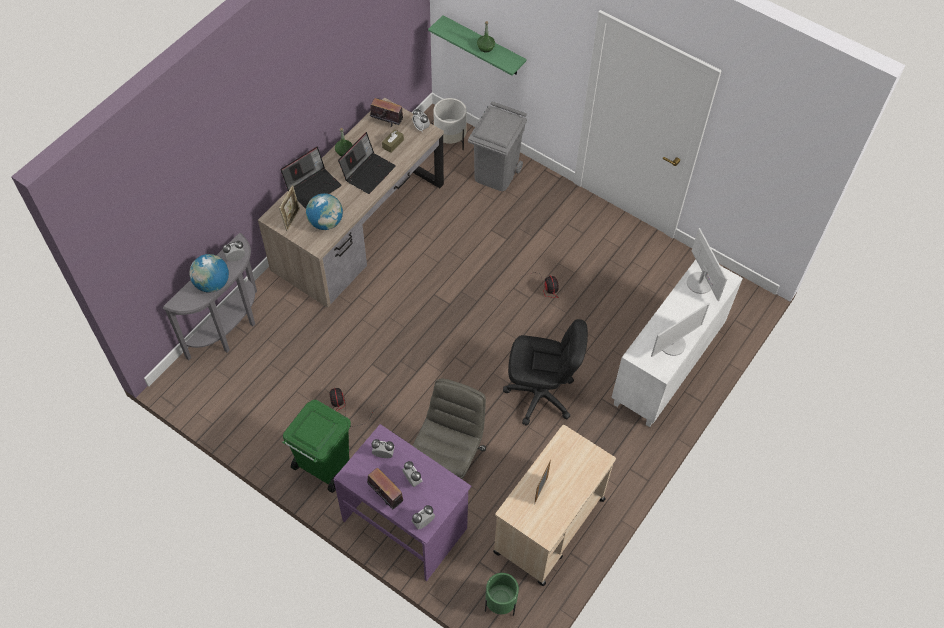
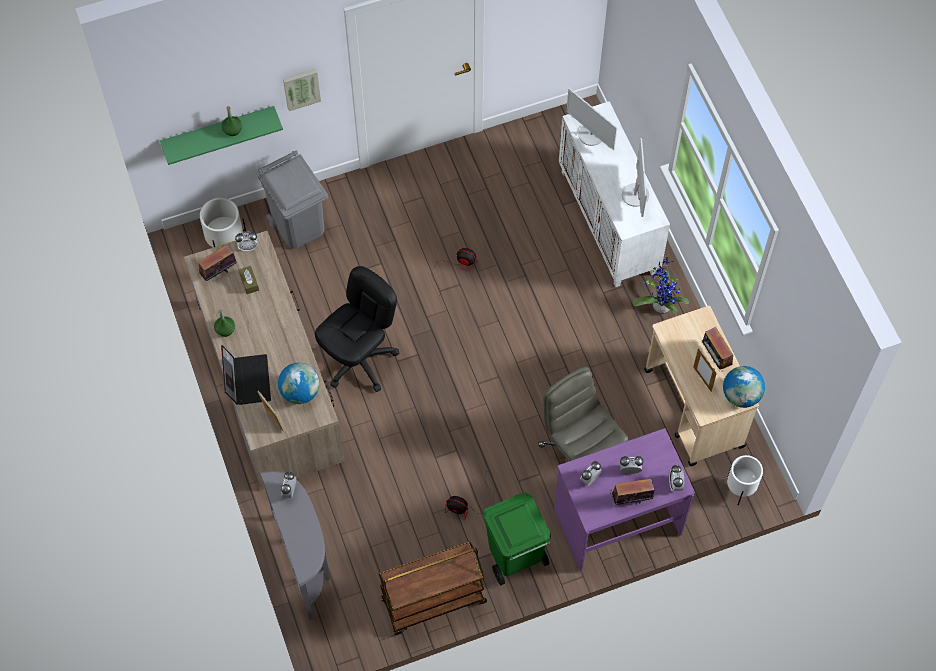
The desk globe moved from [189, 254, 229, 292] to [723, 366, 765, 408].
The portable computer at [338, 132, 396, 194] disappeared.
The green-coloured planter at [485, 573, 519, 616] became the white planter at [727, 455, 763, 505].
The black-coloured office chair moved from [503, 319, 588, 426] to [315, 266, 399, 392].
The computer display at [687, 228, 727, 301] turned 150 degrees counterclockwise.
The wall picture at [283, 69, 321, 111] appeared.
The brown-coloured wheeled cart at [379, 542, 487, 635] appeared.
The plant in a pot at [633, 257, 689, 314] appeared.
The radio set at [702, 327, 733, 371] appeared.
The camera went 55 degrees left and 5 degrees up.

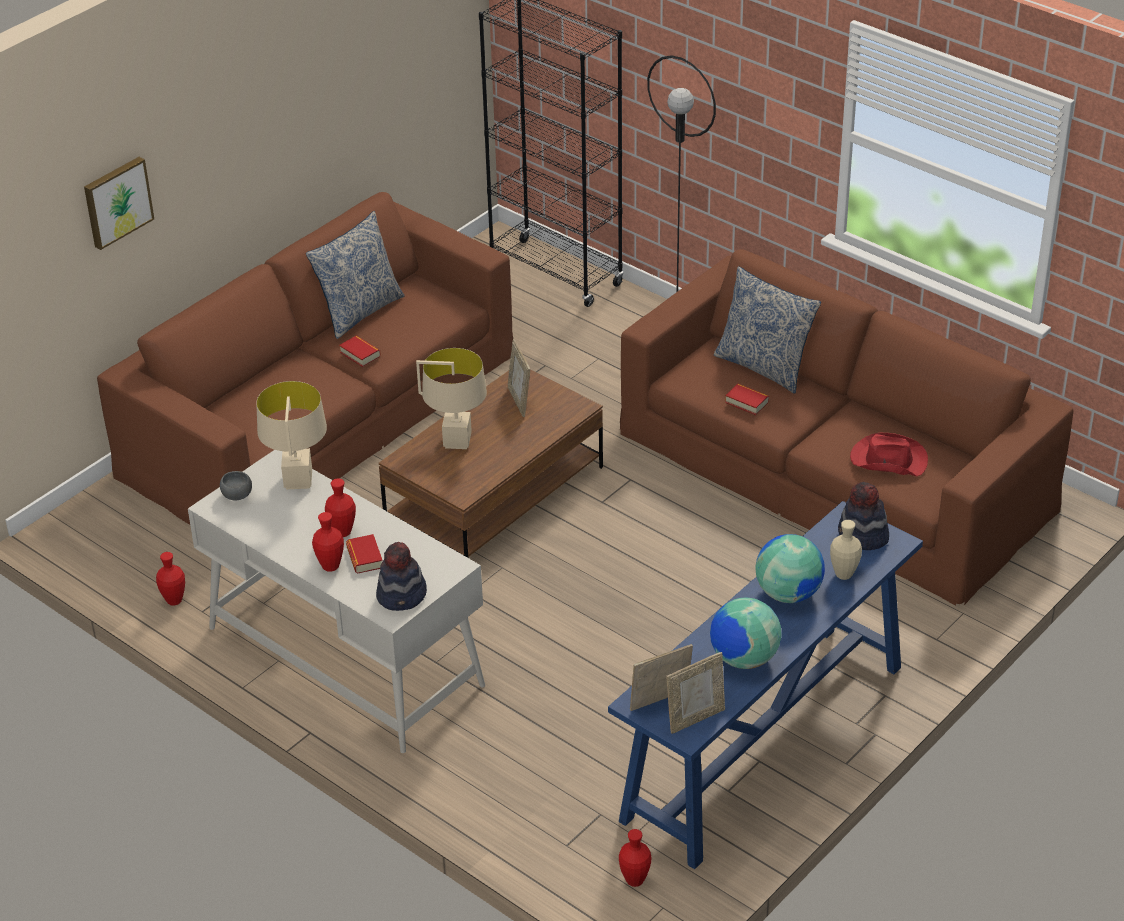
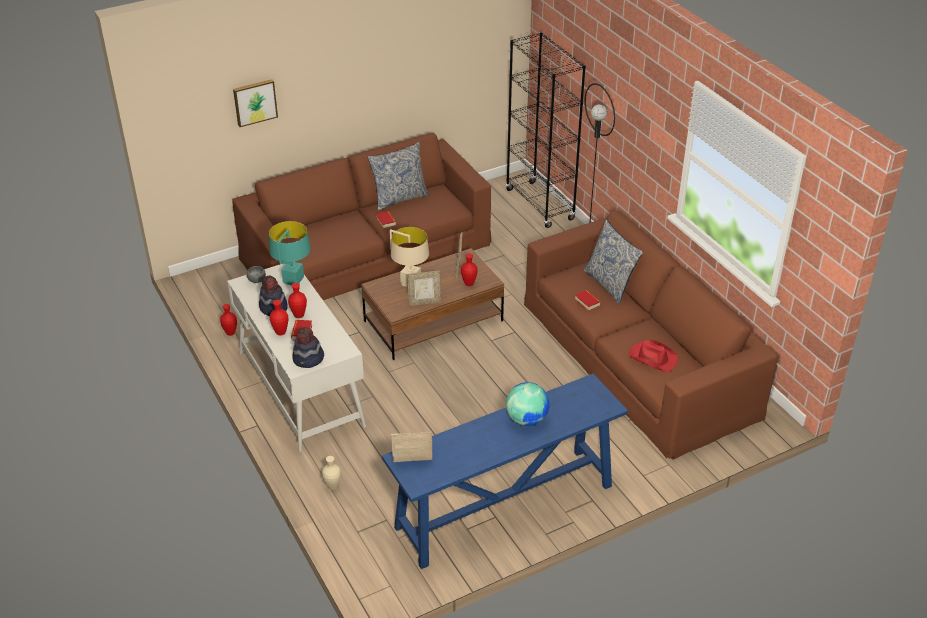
The sand-coloured table lamp at [256, 381, 327, 489] became the blue-green table lamp at [269, 221, 311, 285].
The red flower vase moved from [619, 829, 651, 887] to [461, 253, 478, 286].
The standing frame moved from [667, 652, 725, 734] to [407, 271, 441, 306].
The desk globe at [710, 598, 782, 669] disappeared.
The sand-coloured flower vase moved from [830, 520, 862, 580] to [322, 456, 341, 490].
The clothing hat moved from [838, 482, 889, 550] to [259, 276, 288, 316].
The camera went 20 degrees right and 0 degrees up.

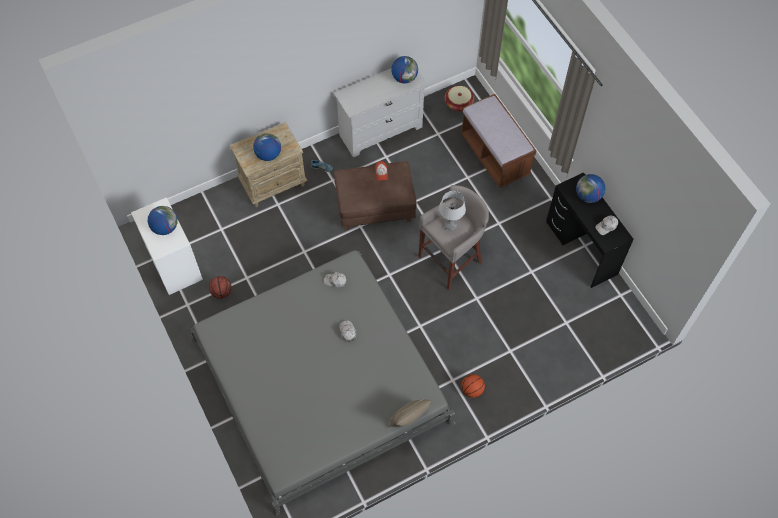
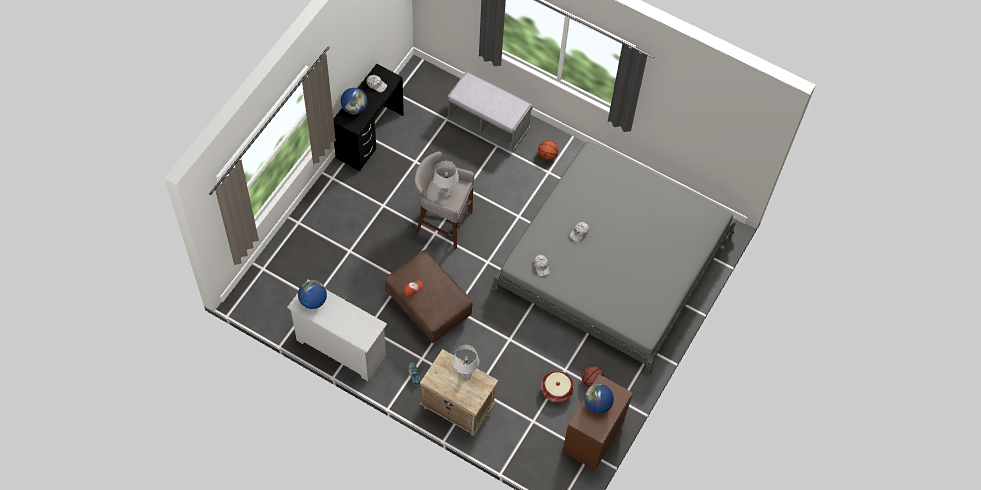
The white chest of drawers at [131, 197, 203, 295] became the brown-coloured chest of drawers at [562, 374, 633, 471].
The desk globe at [253, 133, 281, 161] was replaced by the gray table lamp at [452, 345, 479, 380].
The sand-coloured pillow at [388, 399, 432, 427] disappeared.
The basket moved from [444, 85, 474, 112] to [541, 371, 574, 402].
The brown-coloured indoor bench at [460, 94, 536, 188] disappeared.
The gray indoor bench at [447, 71, 533, 152] appeared.
The camera went 125 degrees left and 0 degrees up.

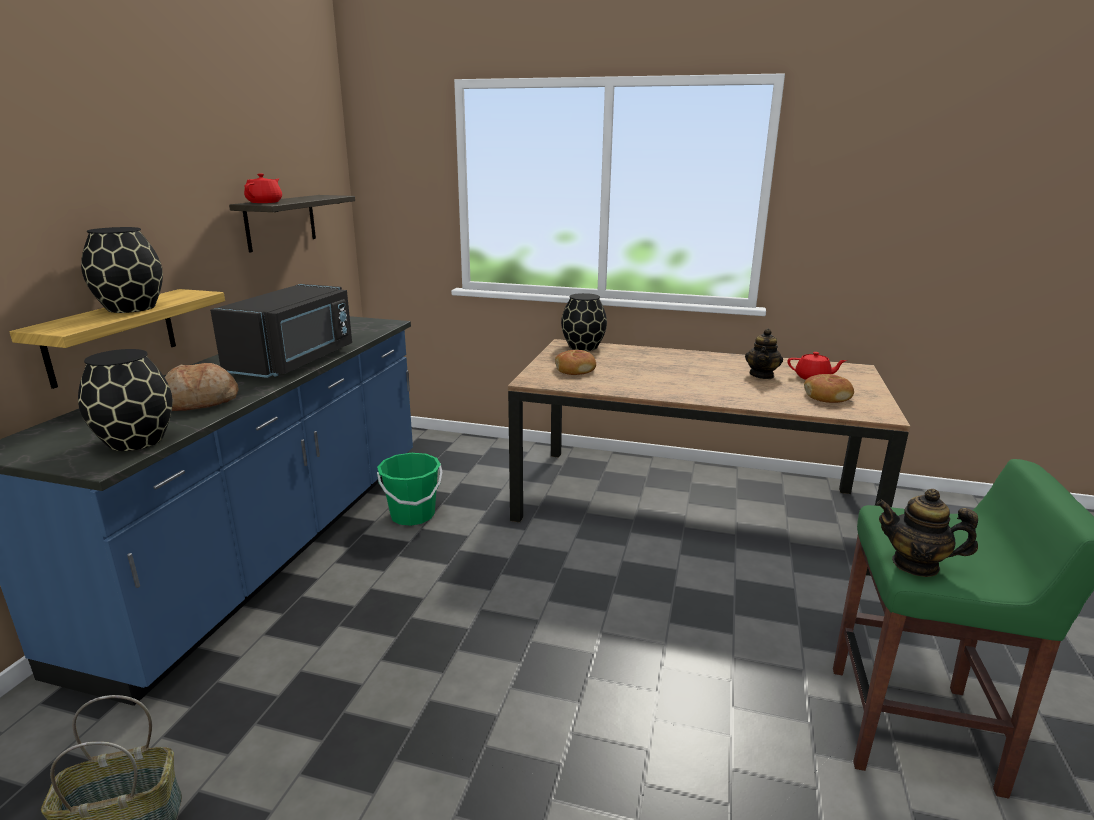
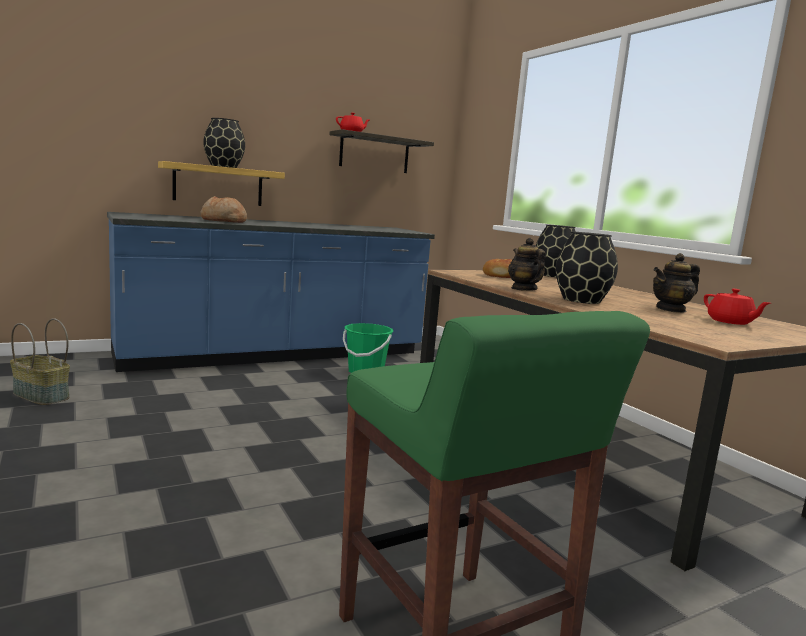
The black-coloured flower vase moved from [78, 349, 172, 451] to [556, 232, 618, 304].
The black-coloured microwave at [210, 284, 352, 378] disappeared.
The baked bread at [804, 374, 854, 403] disappeared.
The pot for tea moved from [876, 489, 978, 577] to [508, 238, 546, 291].
The camera went 45 degrees right and 10 degrees down.

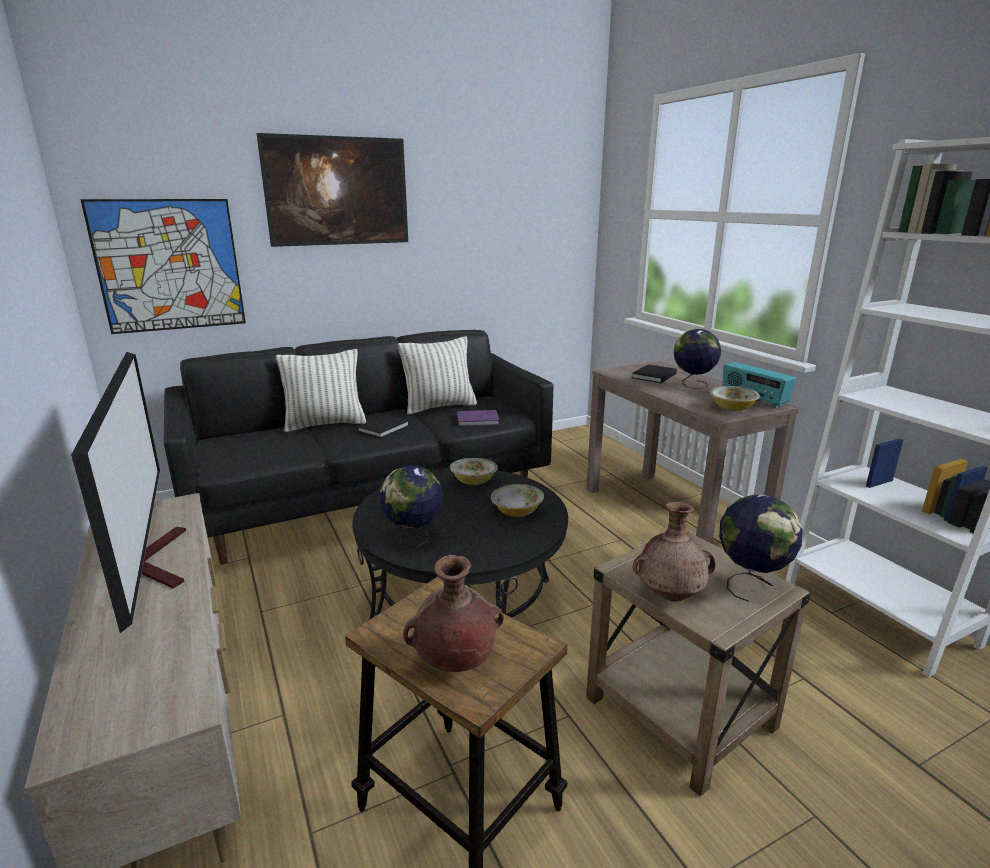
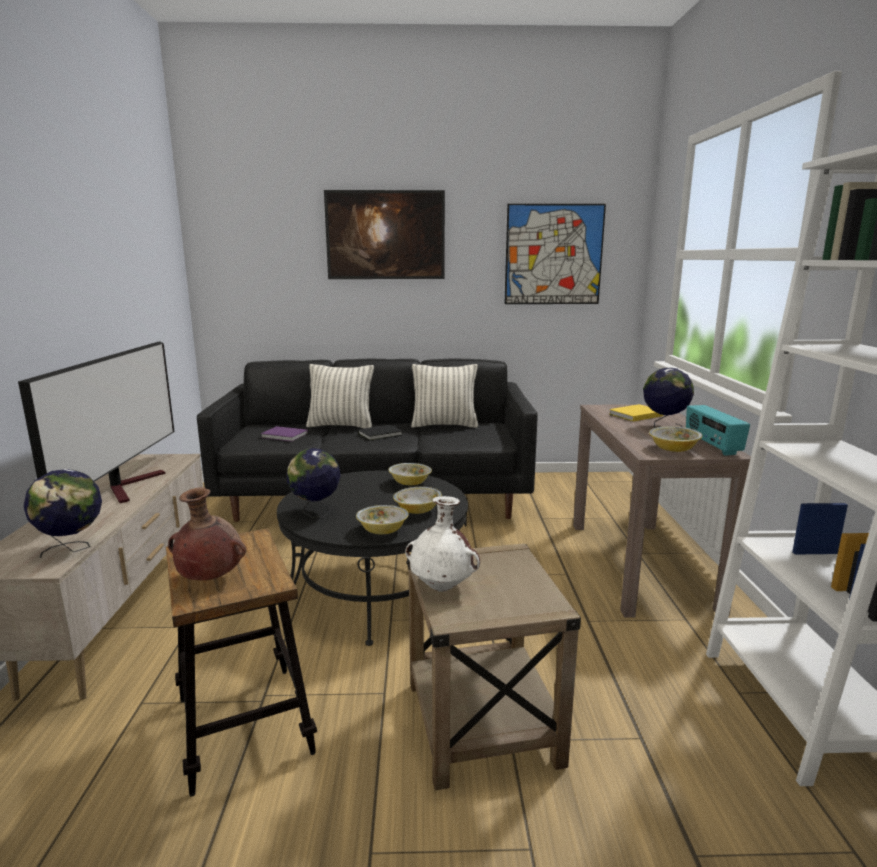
The wall picture moved from [80, 199, 246, 334] to [504, 204, 606, 304].
The purple-coloured volume moved from [457, 410, 499, 426] to [261, 426, 308, 442].
The black-coloured volume at [632, 364, 677, 383] became the yellow-coloured volume at [609, 404, 663, 421].
The brown-coloured flower vase at [633, 502, 715, 601] became the white flower vase at [405, 496, 480, 592].
The desk globe moved from [719, 494, 803, 602] to [24, 469, 102, 558].
The bowl at [356, 505, 409, 534] appeared.
The camera went 25 degrees right and 5 degrees down.

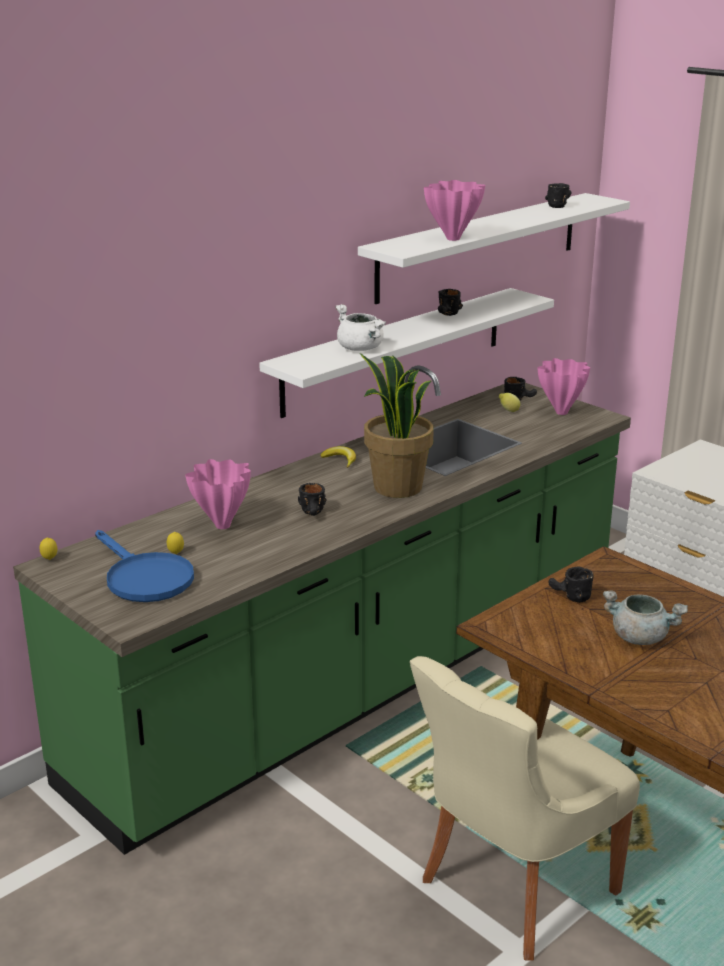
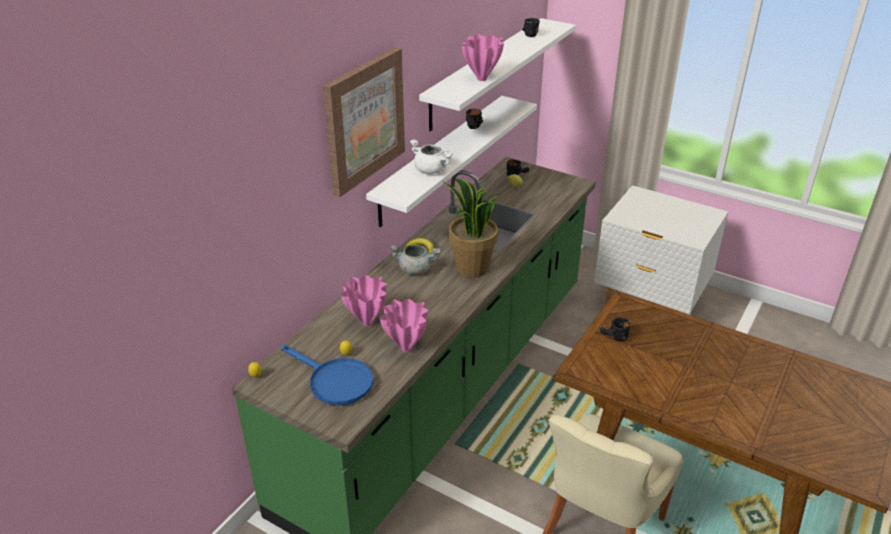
The black-coloured tea mug at [298, 483, 326, 516] disappeared.
The pink flower vase moved from [537, 358, 590, 415] to [380, 299, 428, 352].
The gray saucepot moved from [603, 590, 688, 645] to [391, 245, 440, 275].
The wall picture at [323, 47, 405, 197] appeared.
The camera went 15 degrees left and 10 degrees up.

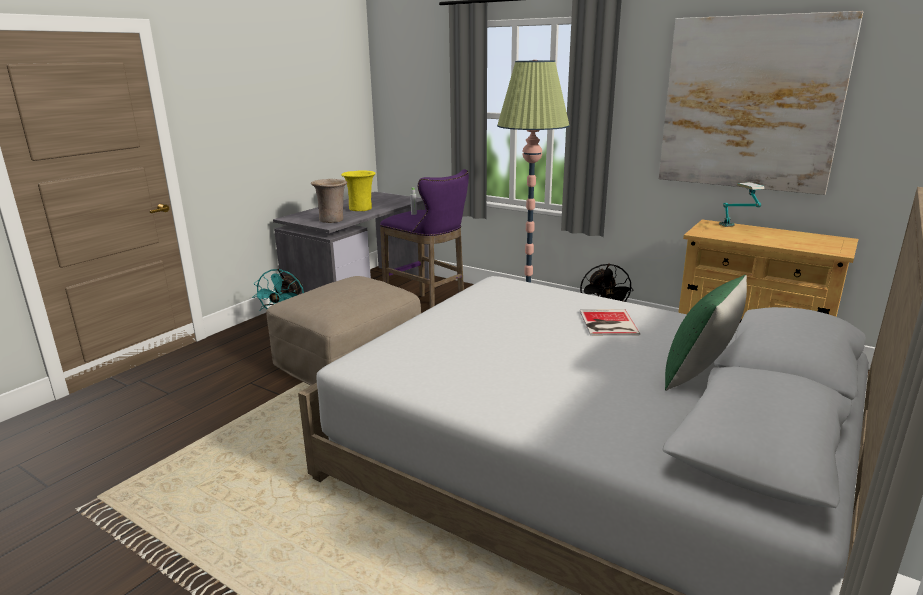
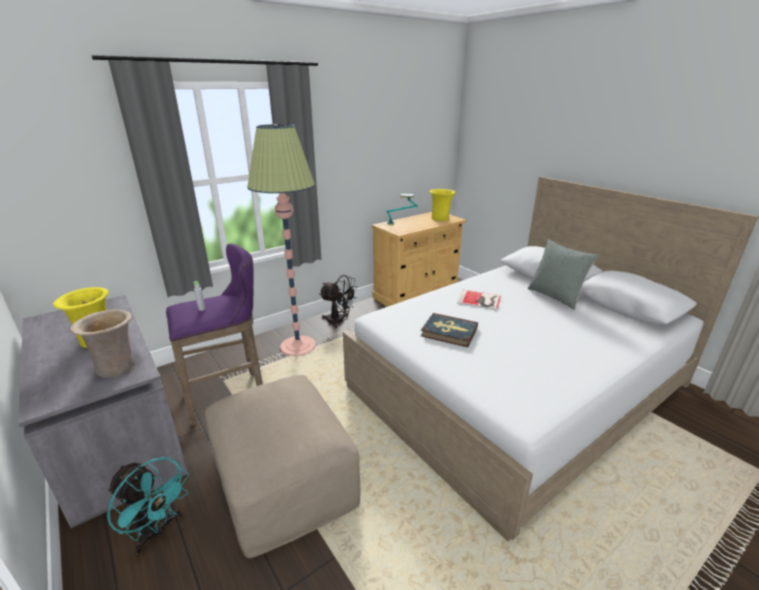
The wall picture at [659, 11, 863, 195] disappeared.
The green-coloured pillow at [665, 275, 747, 391] became the gray pillow at [528, 239, 598, 310].
The volume at [421, 313, 478, 347] appeared.
The yellow-coloured flower vase at [429, 189, 456, 221] appeared.
The camera went 70 degrees left and 5 degrees up.

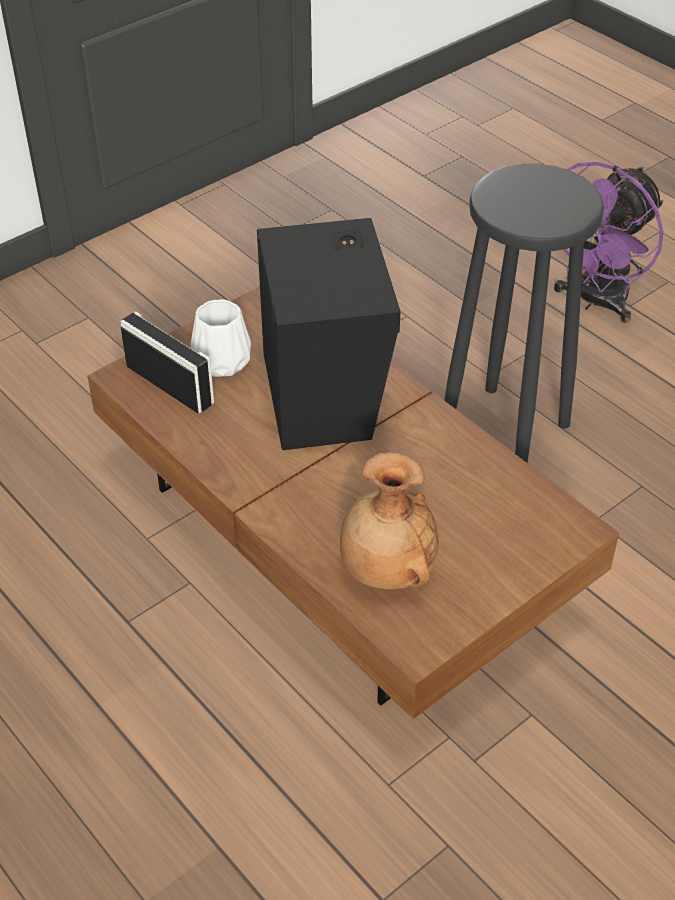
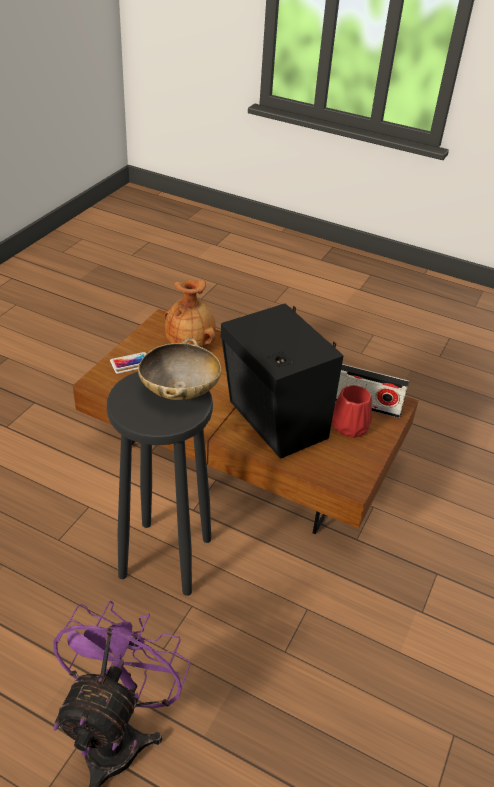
The white flower vase at [190, 299, 251, 377] became the red flower vase at [332, 385, 372, 438].
The handset at [110, 352, 146, 374] appeared.
The sand-coloured bowl at [138, 338, 221, 400] appeared.
The camera went 155 degrees right and 5 degrees down.

